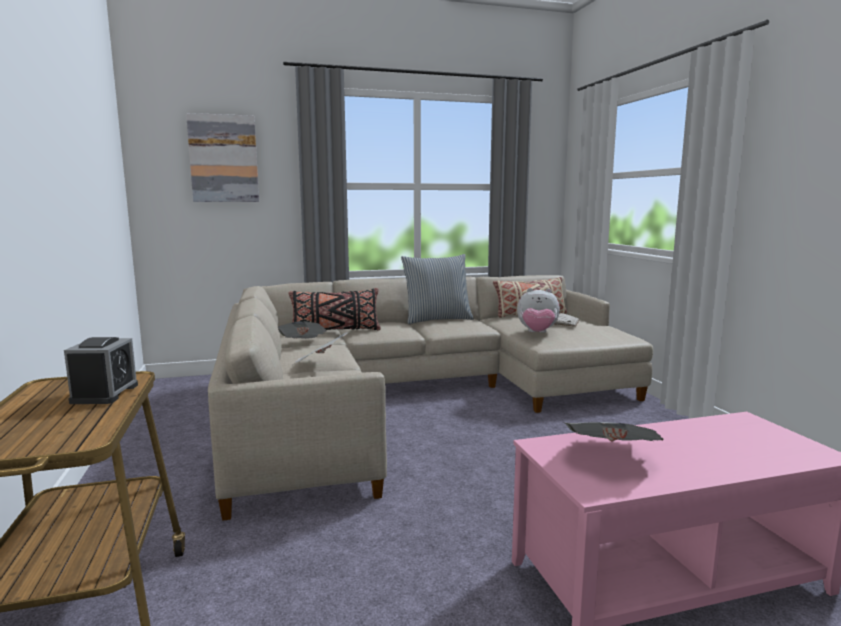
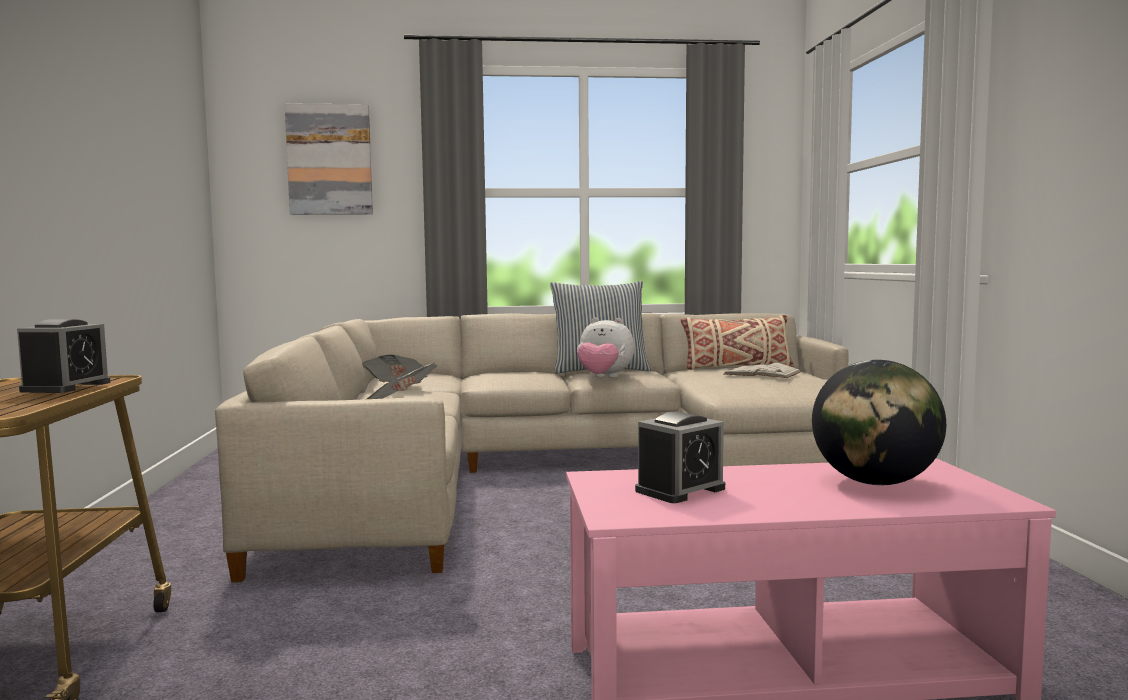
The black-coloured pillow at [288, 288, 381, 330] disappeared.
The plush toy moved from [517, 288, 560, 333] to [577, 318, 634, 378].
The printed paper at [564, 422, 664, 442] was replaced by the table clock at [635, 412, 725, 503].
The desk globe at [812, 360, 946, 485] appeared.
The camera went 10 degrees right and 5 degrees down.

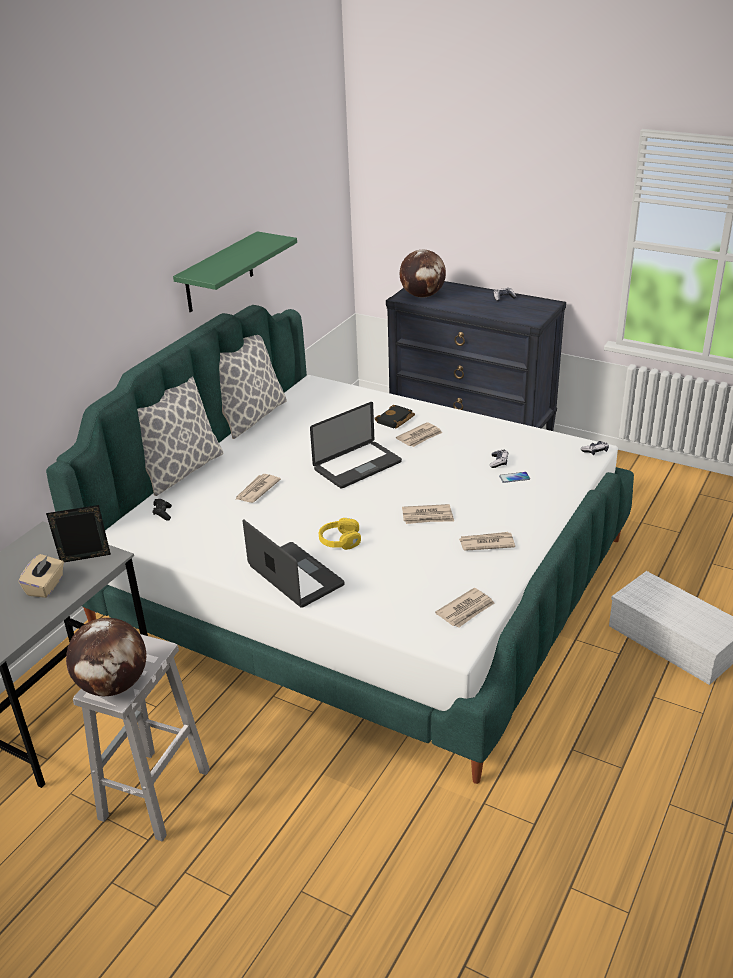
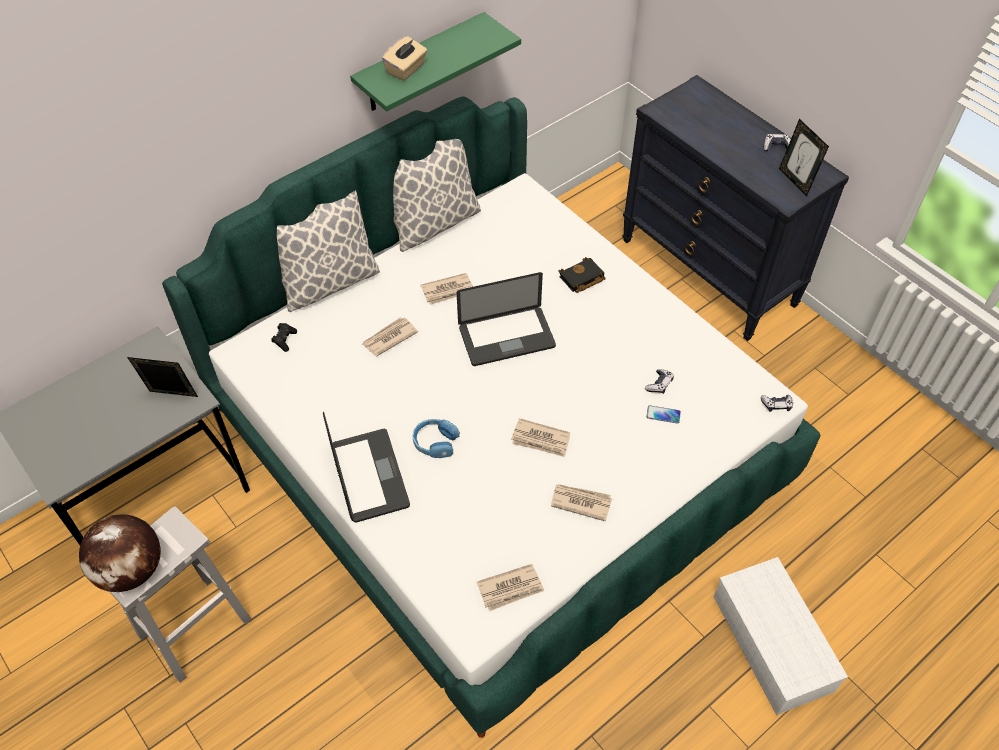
The sand-coloured tissue box moved from [19, 554, 64, 598] to [382, 36, 427, 81].
The yellow-coloured pair of headphones at [319, 518, 361, 550] became the bluish pair of headphones at [413, 419, 460, 458].
The printed paper moved from [396, 422, 442, 447] to [421, 273, 473, 305].
The desk globe at [400, 250, 446, 298] disappeared.
The standing frame at [779, 119, 829, 196] appeared.
The camera went 20 degrees right and 20 degrees up.

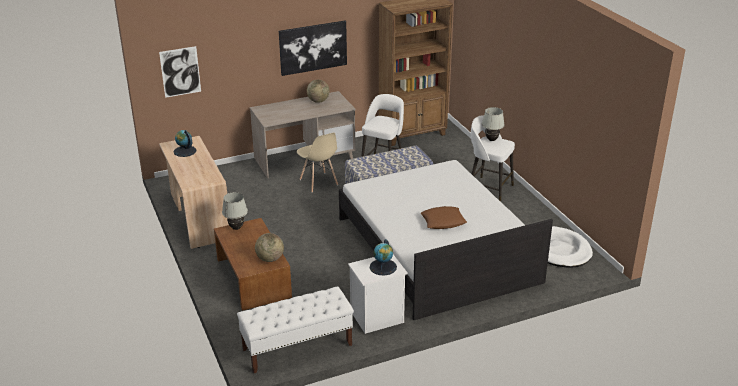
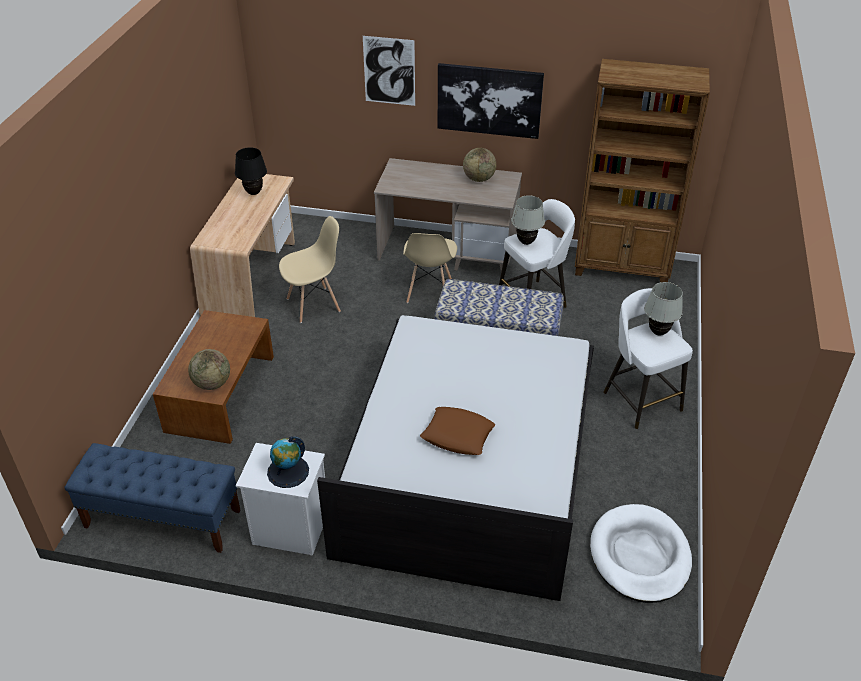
The wall picture moved from [159, 46, 201, 98] to [363, 36, 415, 106].
The desk globe at [174, 130, 197, 157] was replaced by the black-coloured table lamp at [235, 147, 267, 195].
The white table lamp moved from [222, 192, 248, 230] to [511, 195, 545, 245].
The white indoor bench at [237, 287, 354, 373] became the bluish indoor bench at [64, 443, 240, 553].
The sand-coloured chair at [279, 216, 341, 323] appeared.
The camera went 35 degrees right and 10 degrees up.

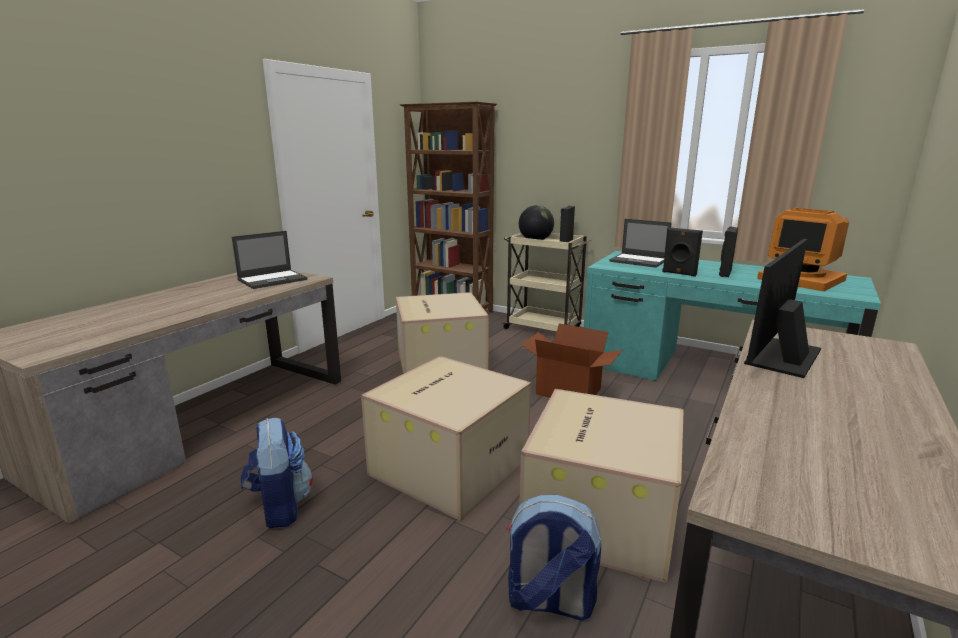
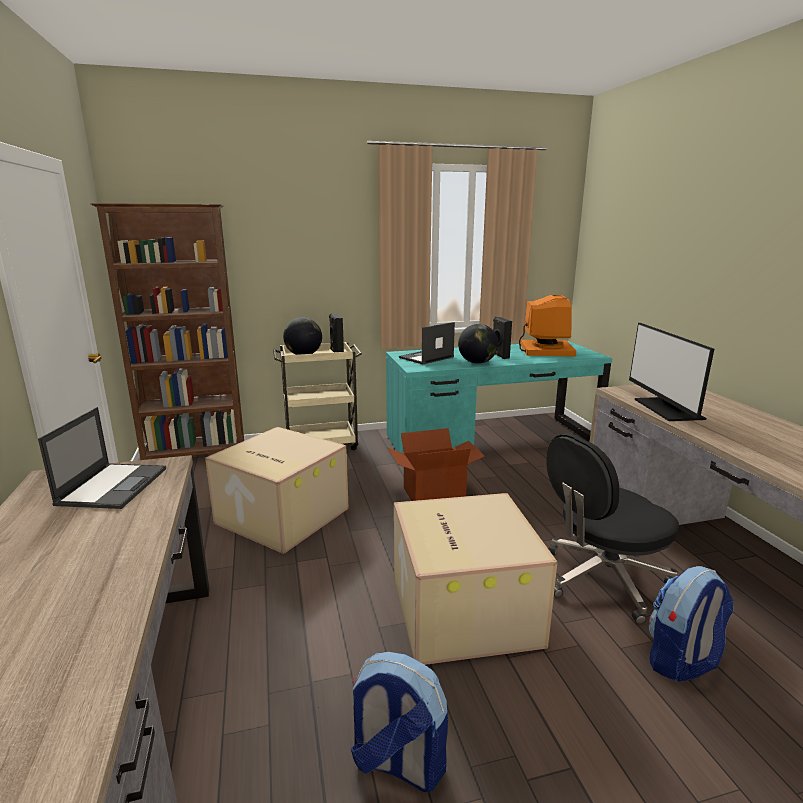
The carton at [519, 389, 684, 583] was replaced by the black-coloured office chair at [546, 433, 679, 624].
The portable computer at [609, 219, 672, 268] turned 150 degrees clockwise.
The black-coloured audio speaker at [662, 227, 703, 277] was replaced by the desk globe at [458, 324, 498, 364].
The computer display at [757, 208, 849, 291] turned 90 degrees counterclockwise.
The camera went 45 degrees left and 0 degrees up.

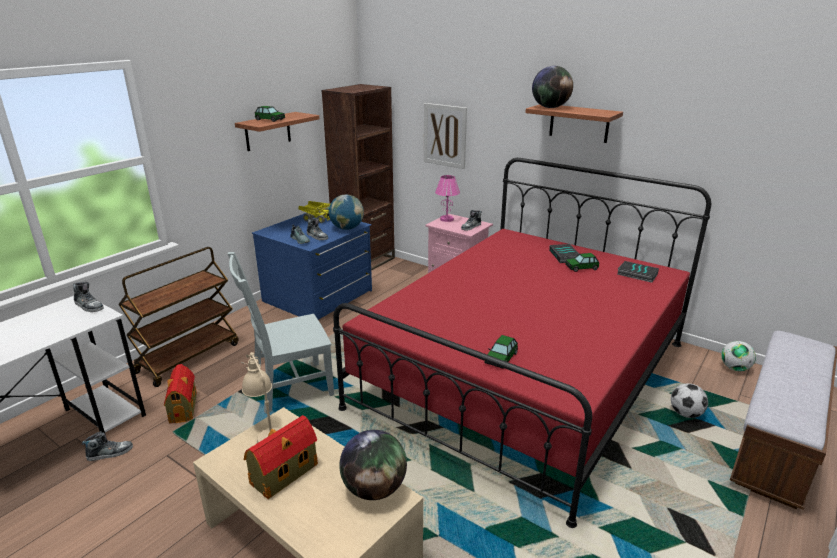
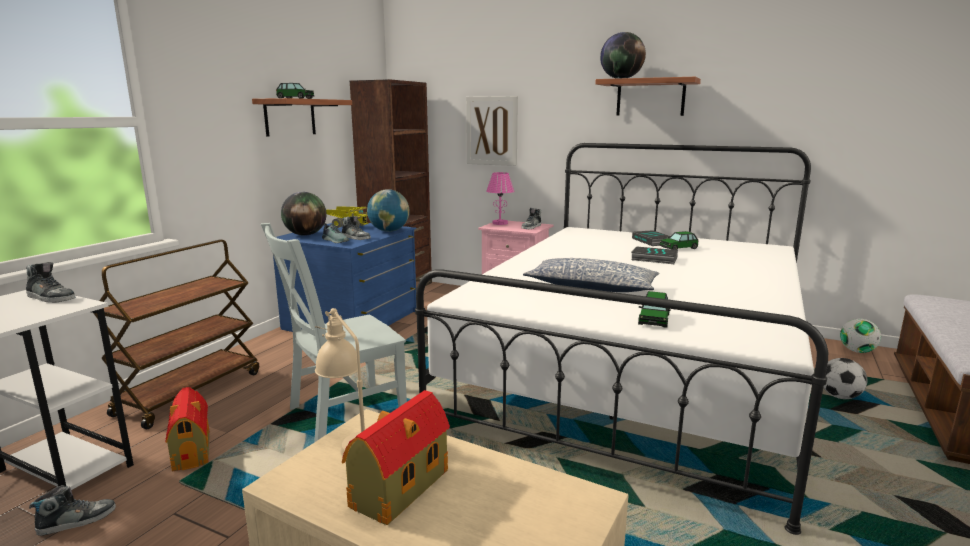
The red bed at [333, 158, 711, 528] became the white bed at [415, 143, 828, 535].
The desk globe moved from [339, 430, 407, 500] to [281, 192, 327, 236].
The volume moved from [618, 261, 659, 283] to [631, 246, 678, 264].
The pillow at [523, 258, 660, 292] appeared.
The camera went 10 degrees left and 10 degrees down.

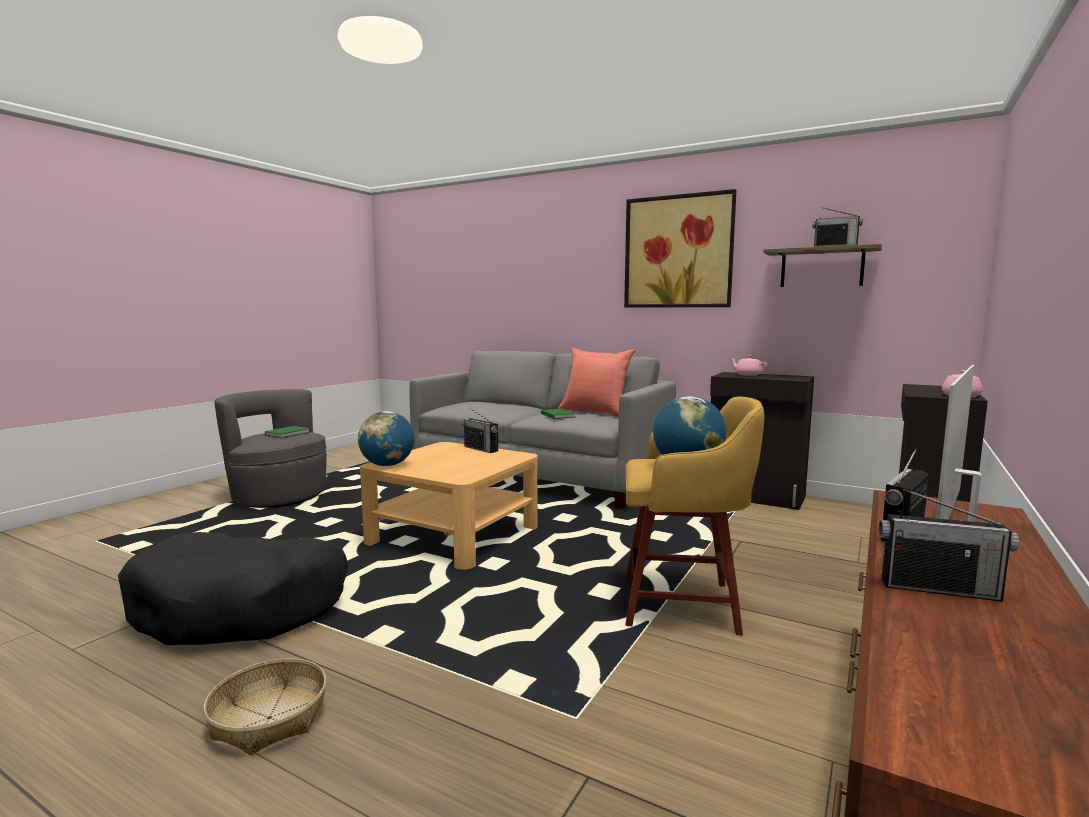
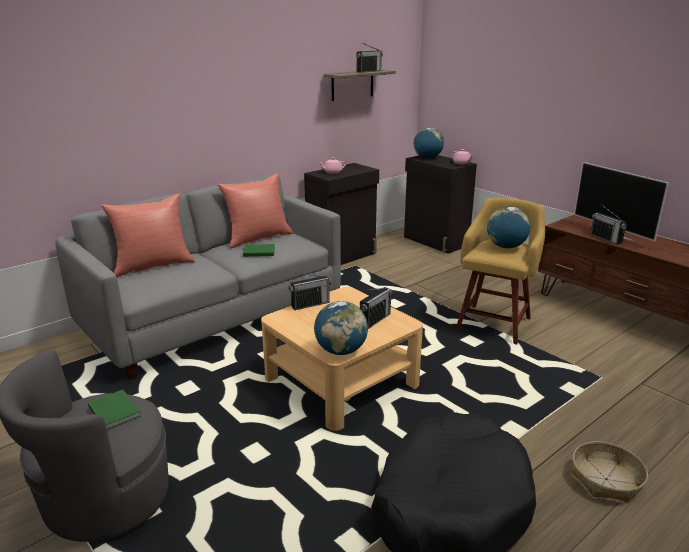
The wall picture at [624, 189, 736, 307] disappeared.
The radio set moved from [879, 489, 1019, 602] to [360, 287, 392, 329].
The red pillow at [101, 193, 195, 277] appeared.
The desk globe at [414, 128, 444, 159] appeared.
The camera went 70 degrees left and 15 degrees up.

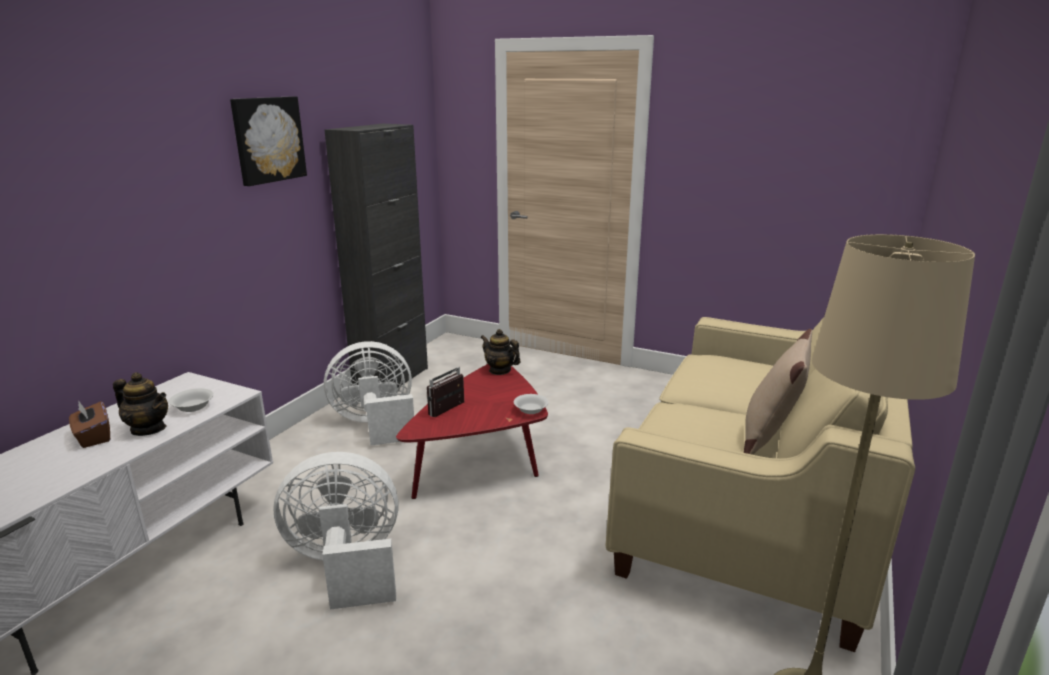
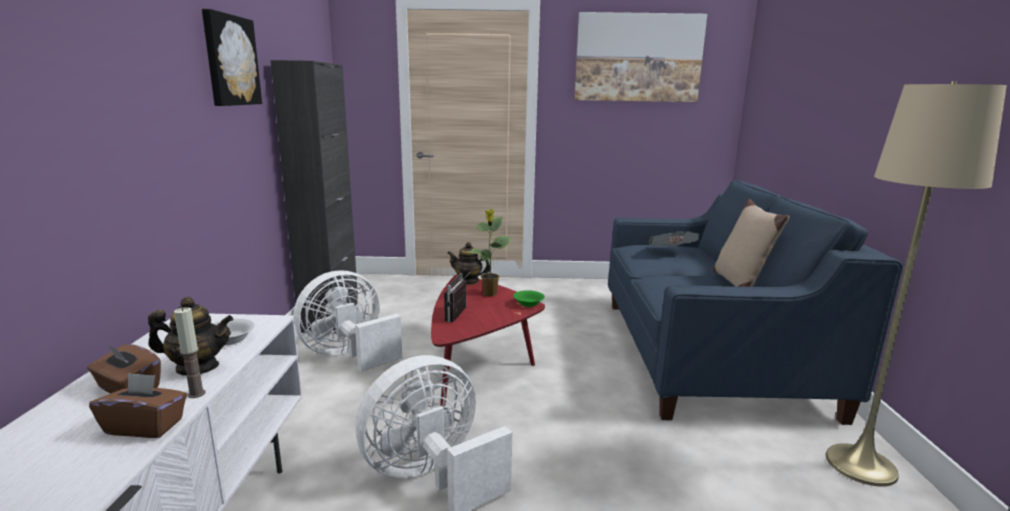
The white bowl at [514, 394, 549, 414] became the green-coloured bowl at [513, 290, 545, 307].
The sand-coloured couch at [606, 317, 915, 652] became the bluish couch at [608, 179, 903, 425].
The brown-coloured tissue box at [89, 372, 187, 438] appeared.
The wax candle at [174, 307, 205, 398] appeared.
The plant in a pot at [469, 209, 510, 296] appeared.
The wall picture at [574, 12, 707, 102] appeared.
The printed paper at [649, 231, 699, 247] appeared.
The camera went 25 degrees left and 5 degrees down.

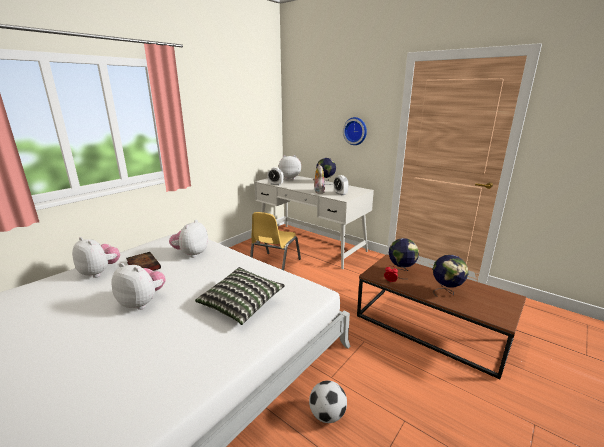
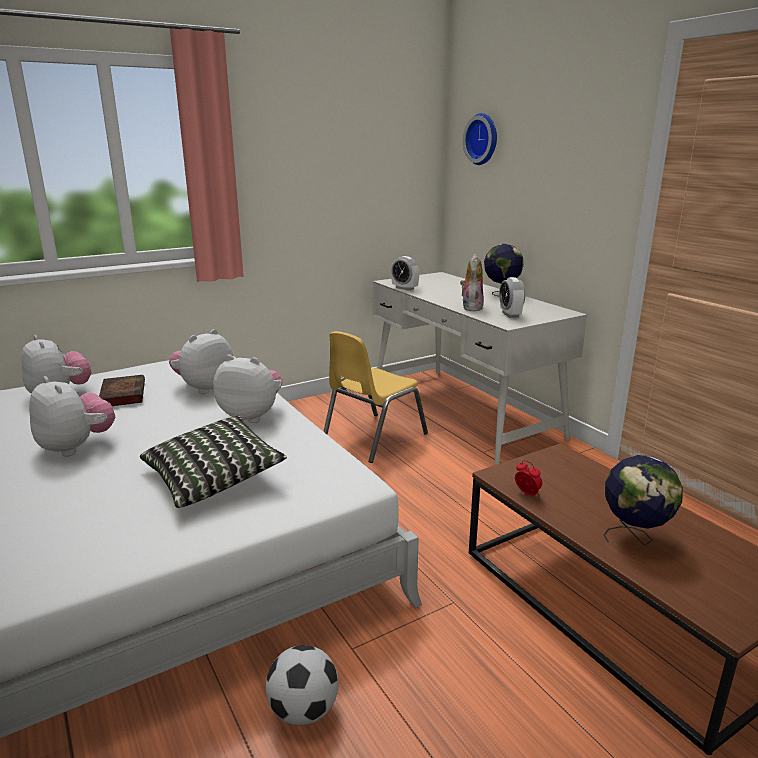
The plush toy moved from [279, 155, 301, 180] to [213, 355, 282, 423].
The wall clock moved from [343, 117, 367, 145] to [463, 113, 497, 165].
The desk globe at [389, 238, 419, 279] disappeared.
The camera went 20 degrees right and 0 degrees up.

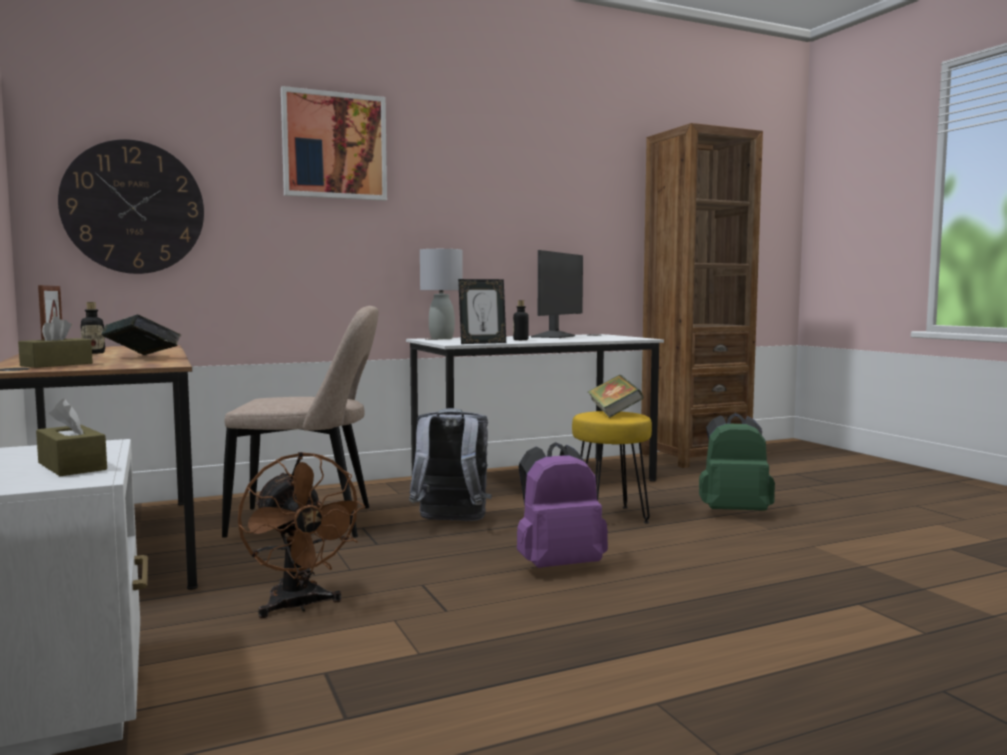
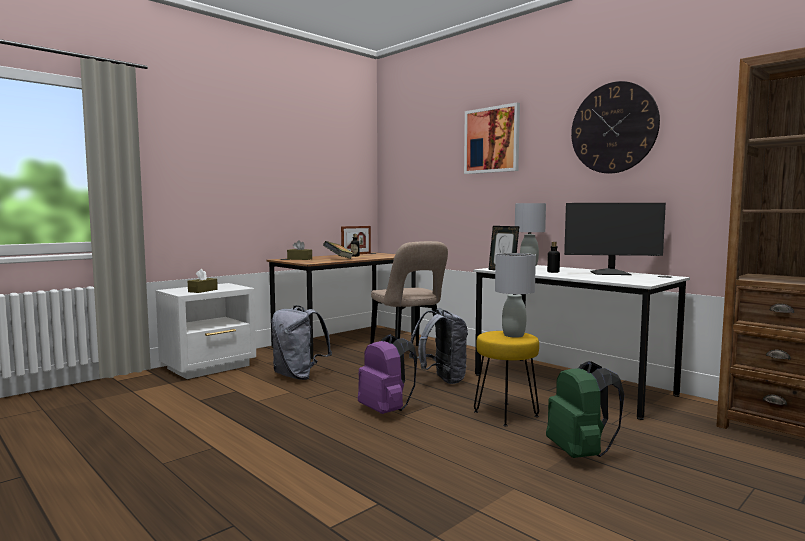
The wall clock moved from [58, 139, 204, 274] to [571, 81, 660, 174].
The brown-coloured electric fan at [238, 452, 366, 618] was replaced by the gray backpack at [271, 305, 332, 380].
The volume at [588, 375, 644, 418] was replaced by the gray table lamp at [495, 253, 536, 338].
The camera went 70 degrees right and 0 degrees up.

